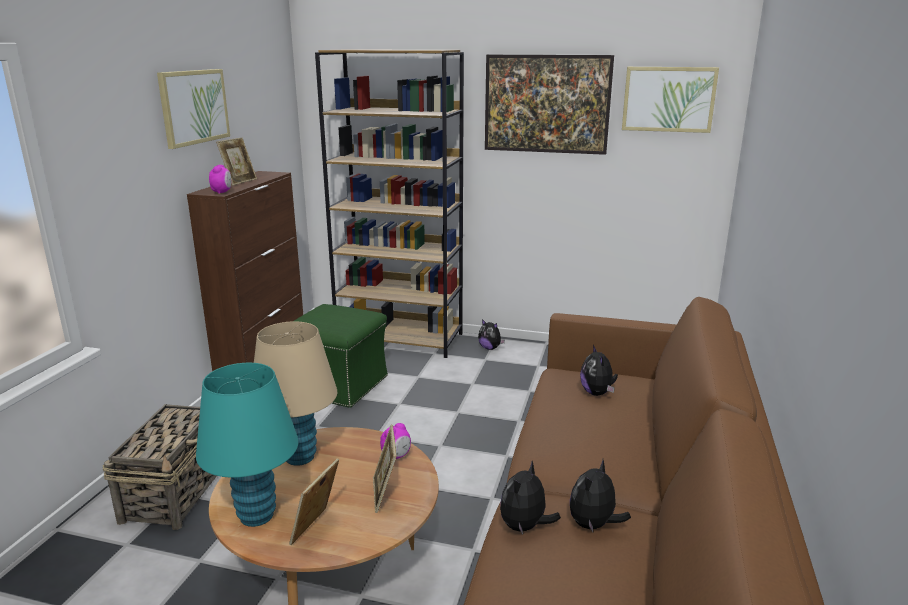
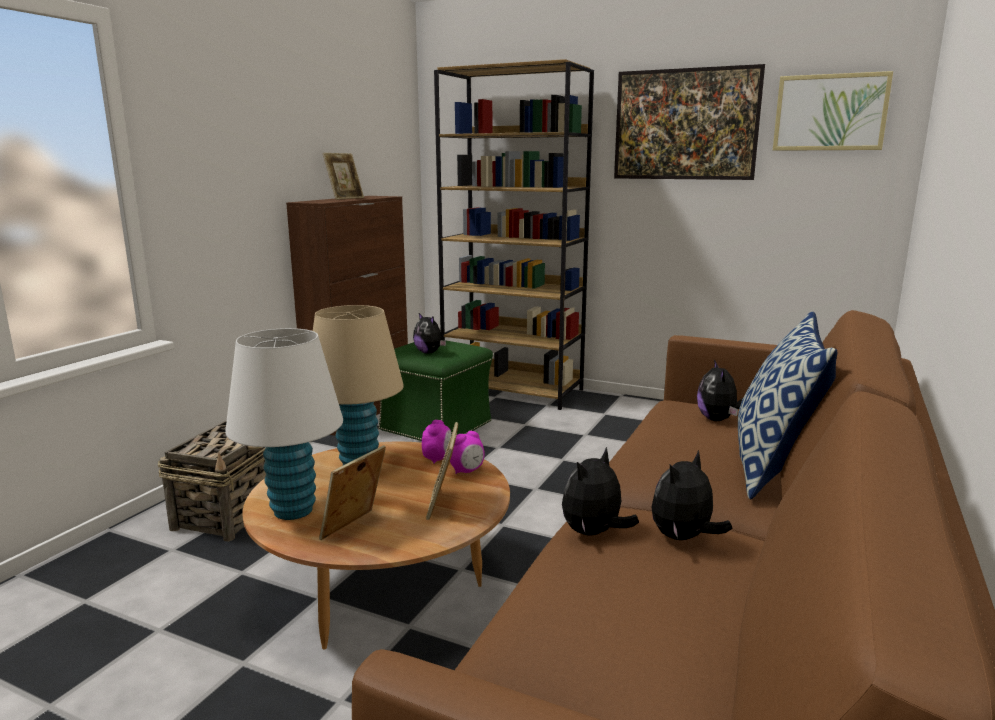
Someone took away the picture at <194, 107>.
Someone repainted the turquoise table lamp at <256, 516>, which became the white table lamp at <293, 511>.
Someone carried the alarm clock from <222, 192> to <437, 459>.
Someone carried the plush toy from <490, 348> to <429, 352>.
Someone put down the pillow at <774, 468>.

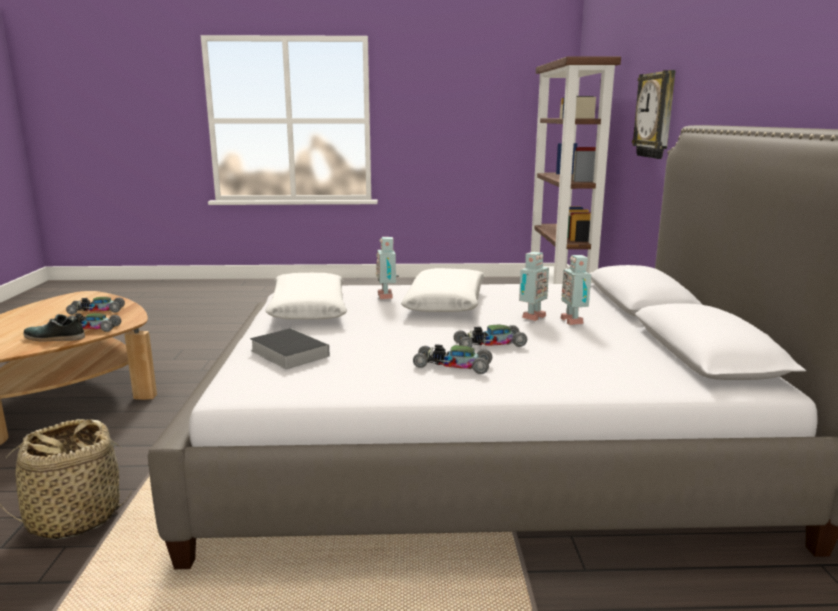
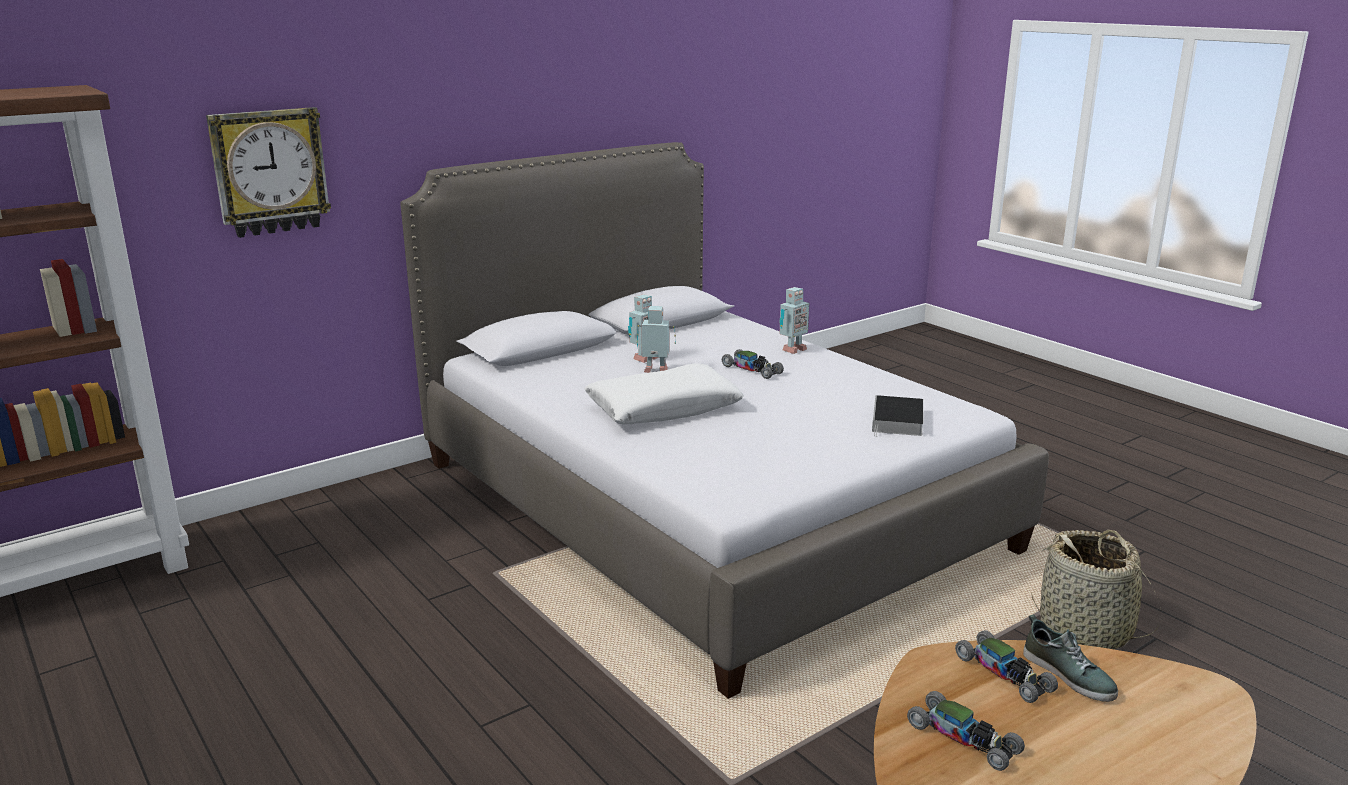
Someone took away the white pillow at <308, 309>.
Someone carried the toy robot from <387, 296> to <792, 350>.
Someone took away the toy car at <452, 366>.

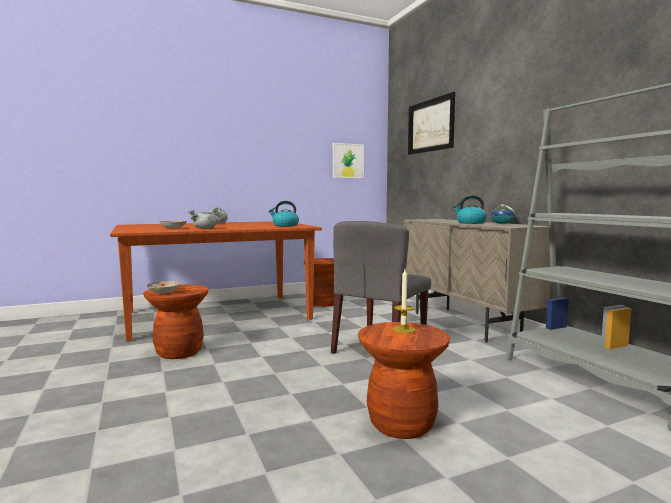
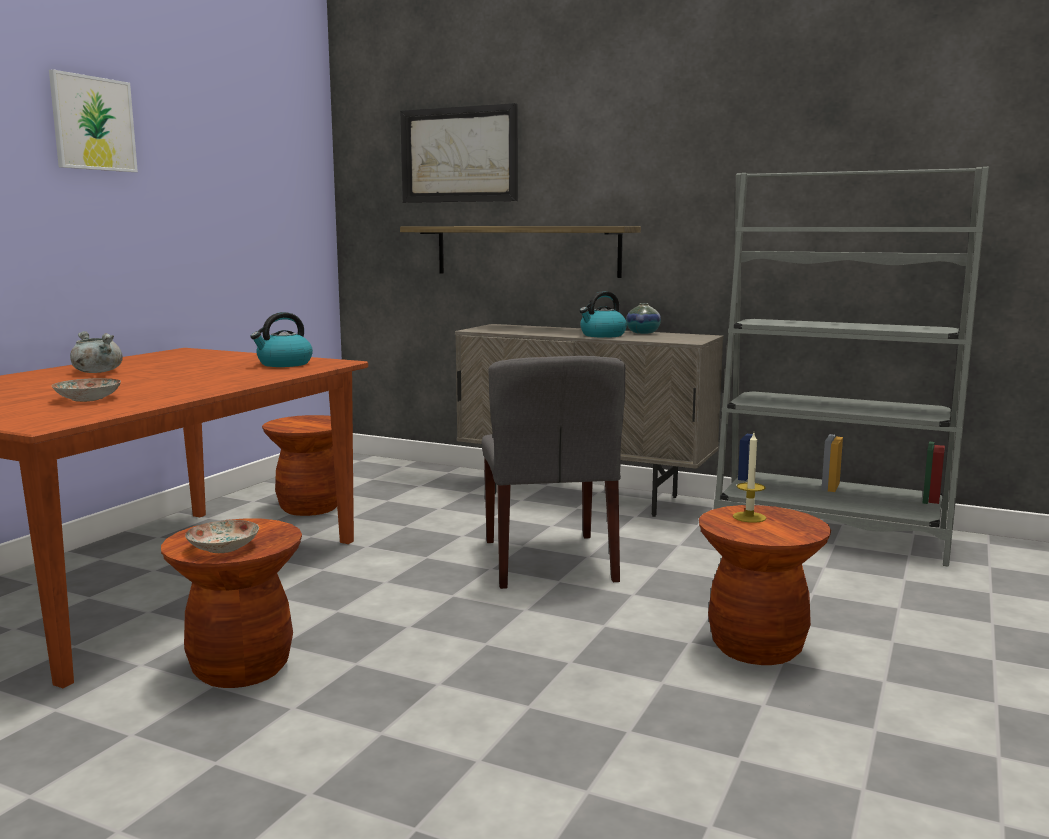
Someone took away the grey cooking pot at <204, 228>.
Someone carried the picture from <348, 161> to <93, 123>.
Someone put up the shelf at <526, 251>.

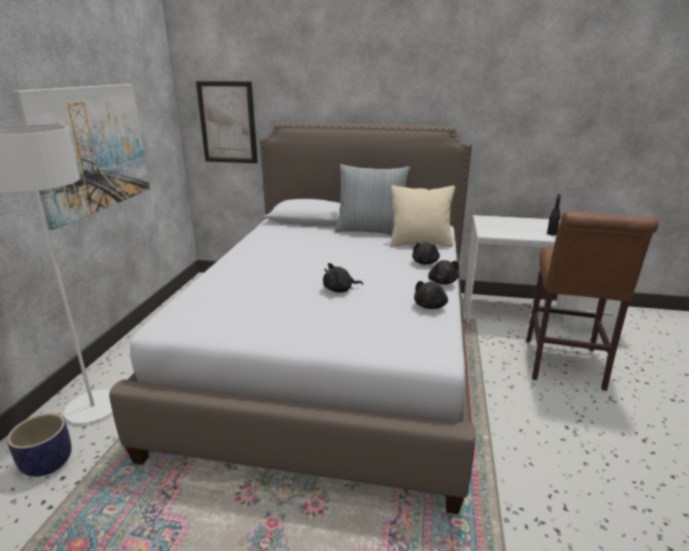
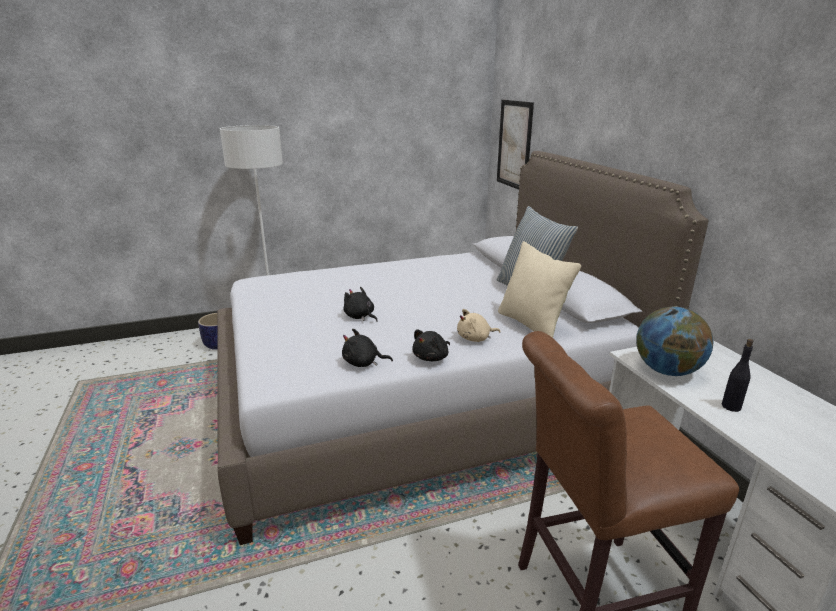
Someone took away the picture at <92, 149>.
Someone repainted the black plush toy at <425, 262>, which became the beige plush toy at <475, 338>.
Someone put down the globe at <667, 371>.

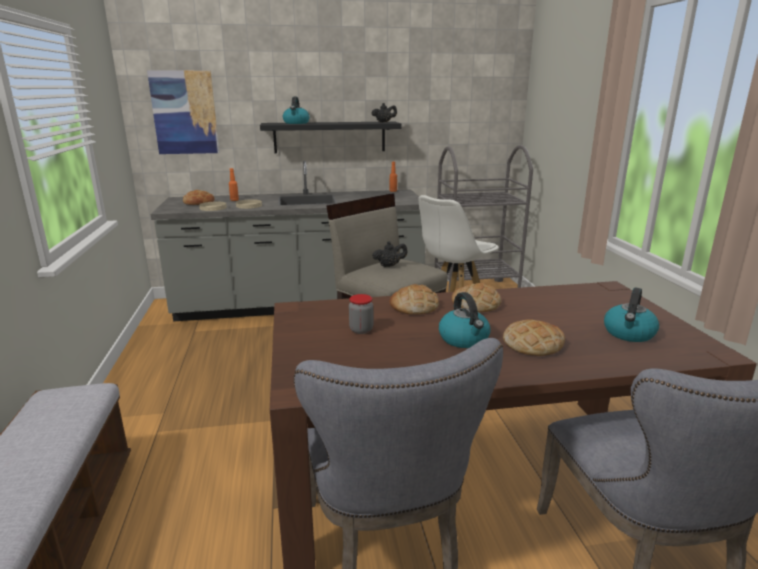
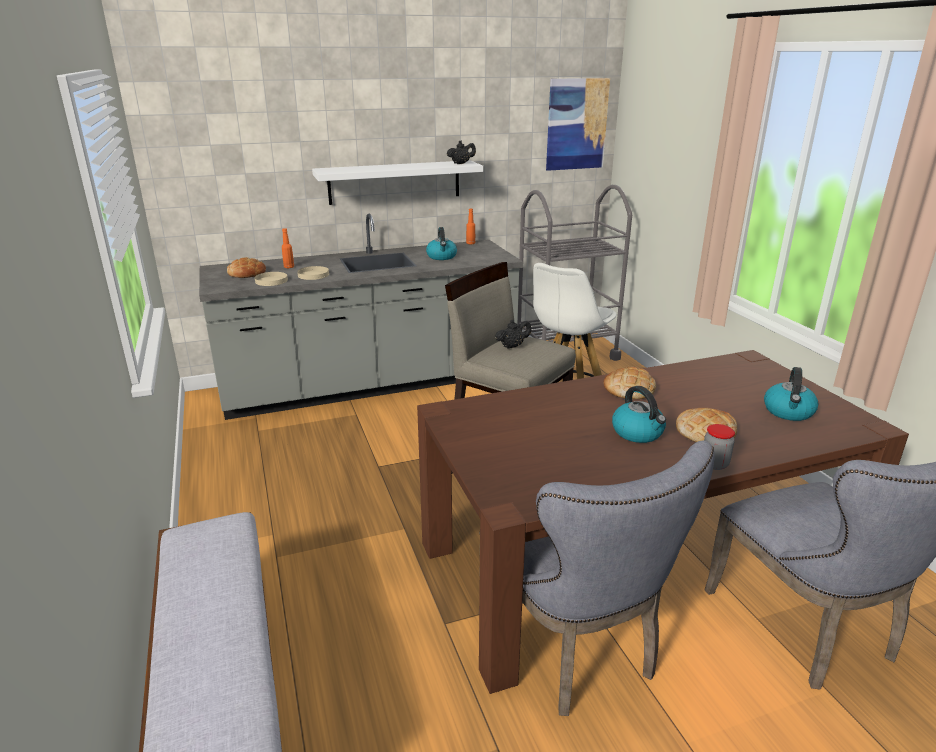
Someone carried the picture from <184, 113> to <576, 124>.
Someone repainted the black shelf at <330, 137>, which became the white shelf at <394, 182>.
Someone carried the kettle from <296, 123> to <442, 257>.
Someone carried the jar from <361, 330> to <714, 464>.
Someone took away the bread at <414, 306>.

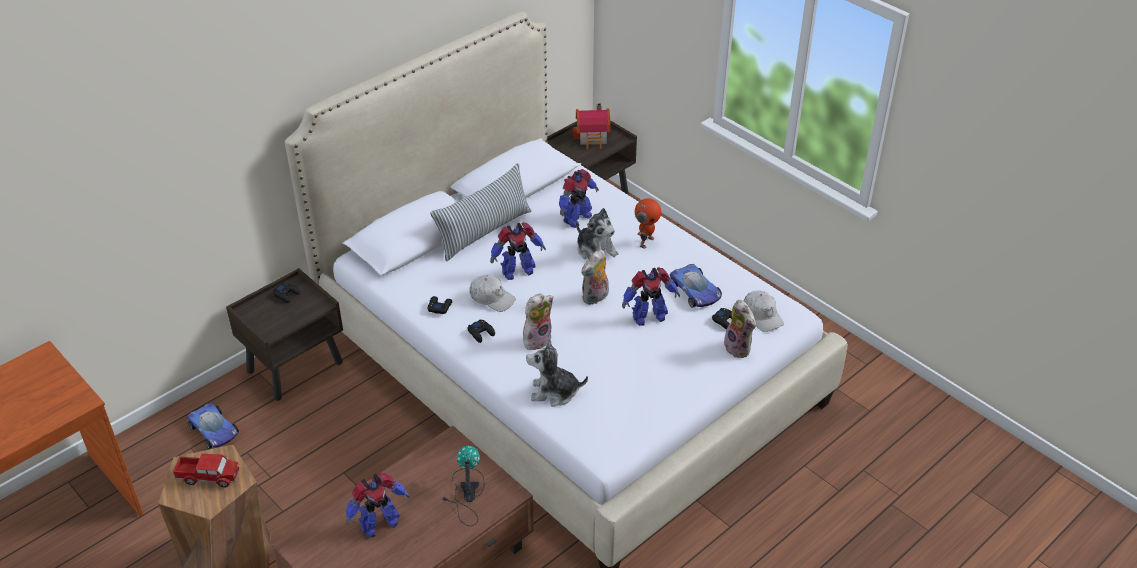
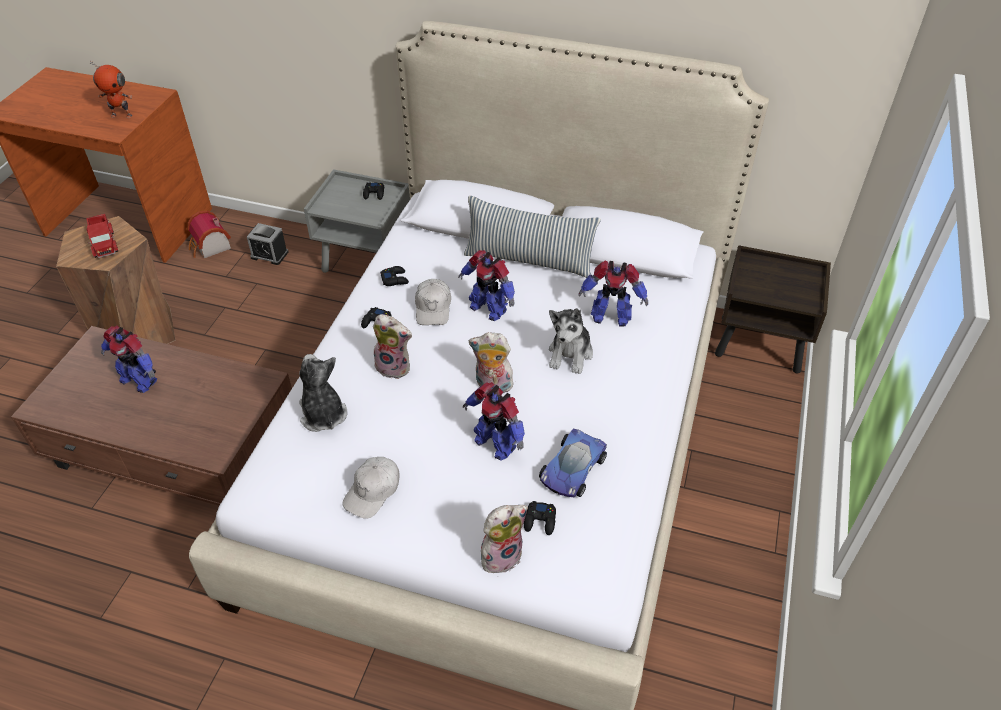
Someone swapped the toy car at <214, 430> for the alarm clock at <269, 255>.
Someone repainted the brown nightstand at <295, 366>, which became the grey nightstand at <368, 262>.
Someone took away the table lamp at <466, 494>.
Someone carried the toy house from <593, 138> to <210, 247>.
Someone carried the toy robot from <646, 241> to <122, 115>.
Someone rotated the plush toy at <739, 348> by 150 degrees counterclockwise.
Someone carried the white cap from <762, 315> to <373, 491>.

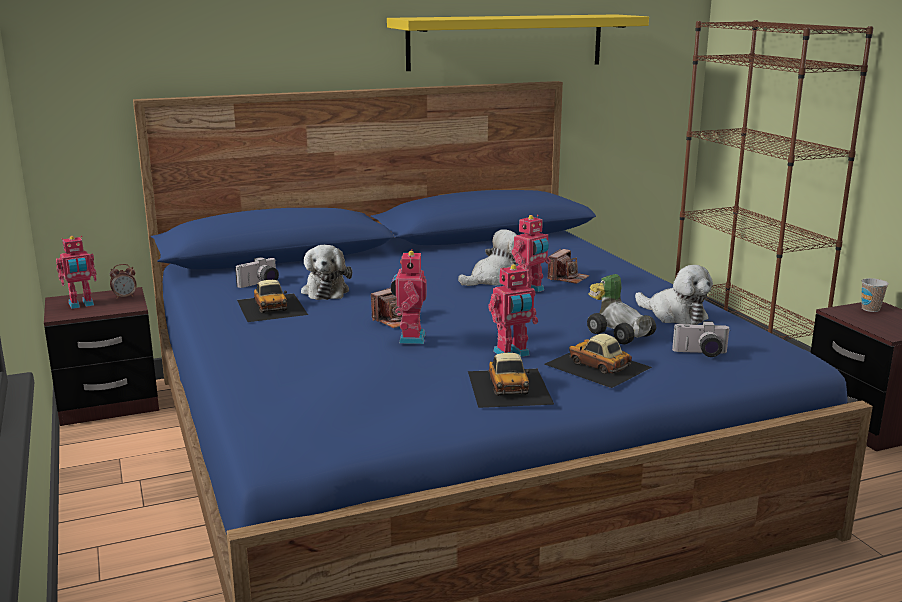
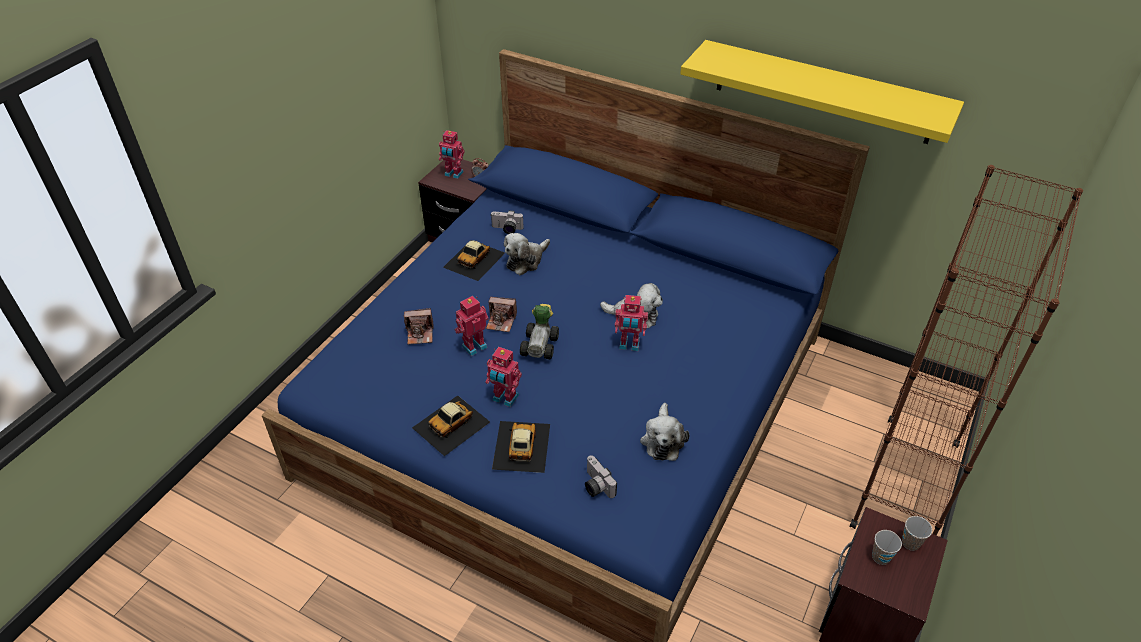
Someone carried the photo camera from <567, 278> to <420, 334>.
Someone carried the toy car from <618, 333> to <541, 344>.
Someone put down the cup at <880, 557>.

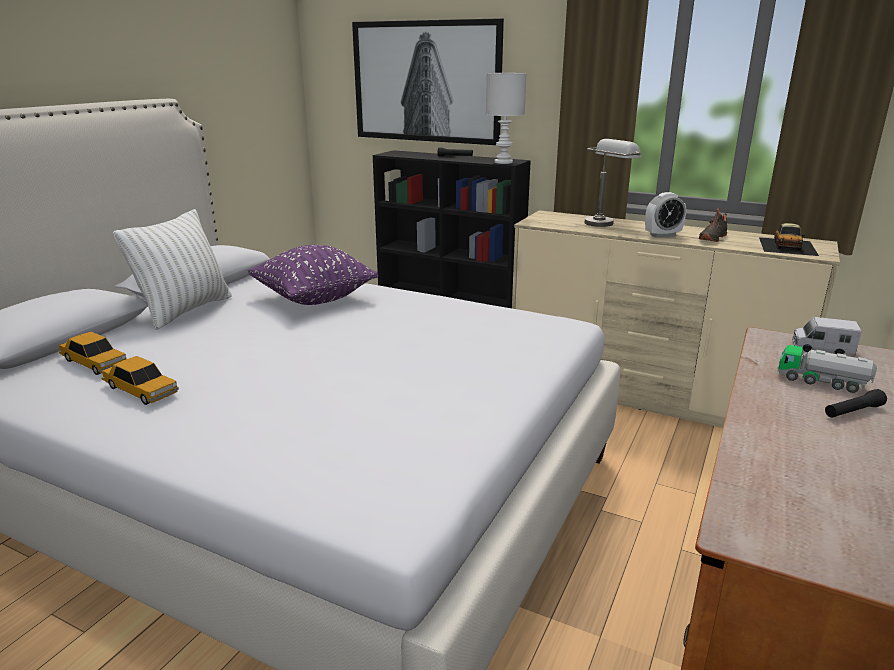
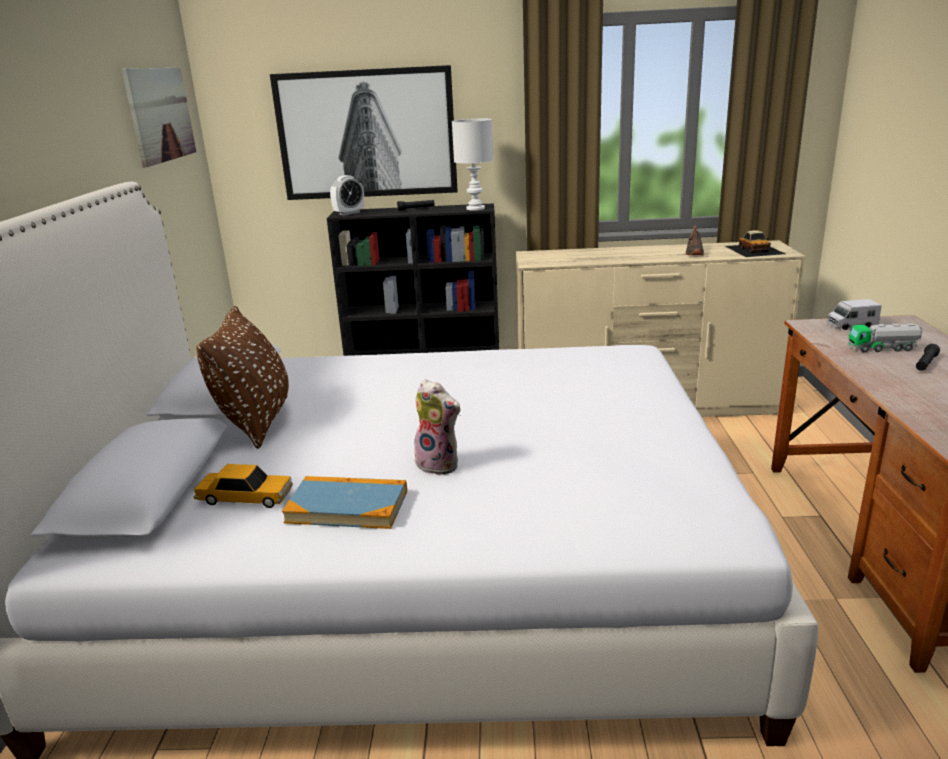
Someone swapped the toy car at <141, 390> for the book at <347, 506>.
Someone repainted the white pillow at <185, 310>, which became the brown pillow at <257, 422>.
Someone took away the purple pillow at <314, 298>.
Someone took away the grey table lamp at <605, 221>.
Someone carried the alarm clock from <662, 235> to <349, 213>.
Someone put up the picture at <160, 114>.
Someone put down the plush toy at <440, 464>.

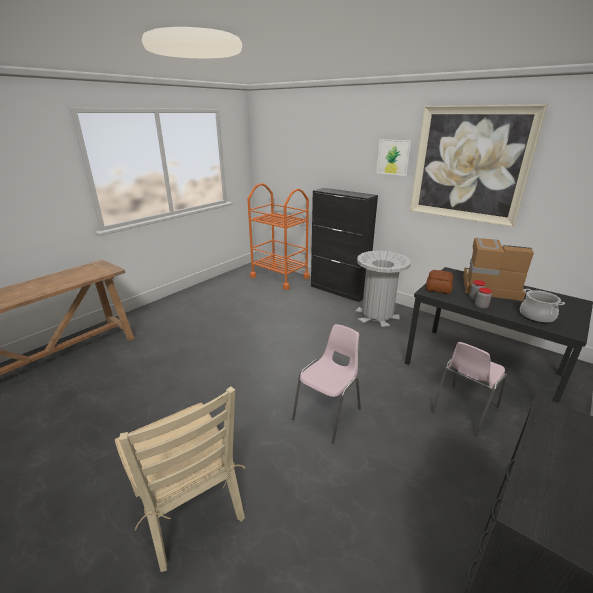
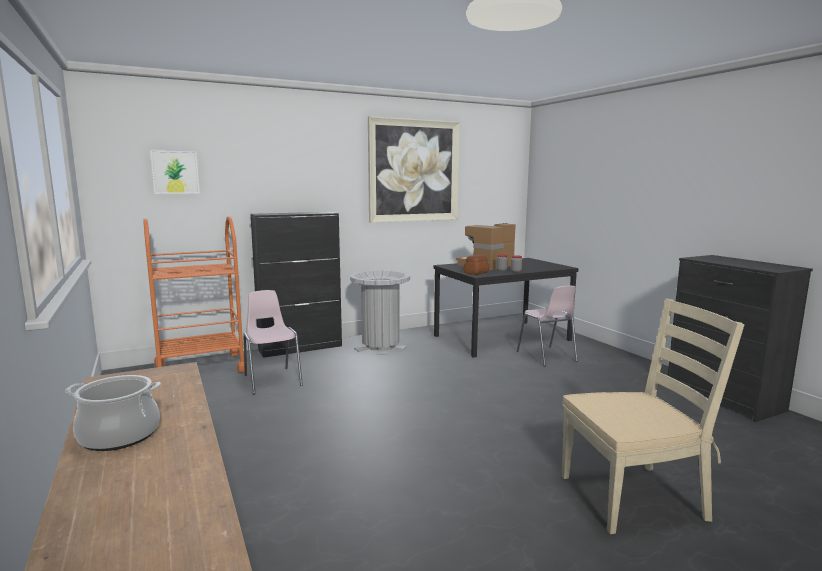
Someone carried the pink chair from <328, 414> to <272, 380>.
Someone carried the picture from <393, 157> to <175, 172>.
Someone carried the cooking pot from <536, 316> to <120, 435>.

